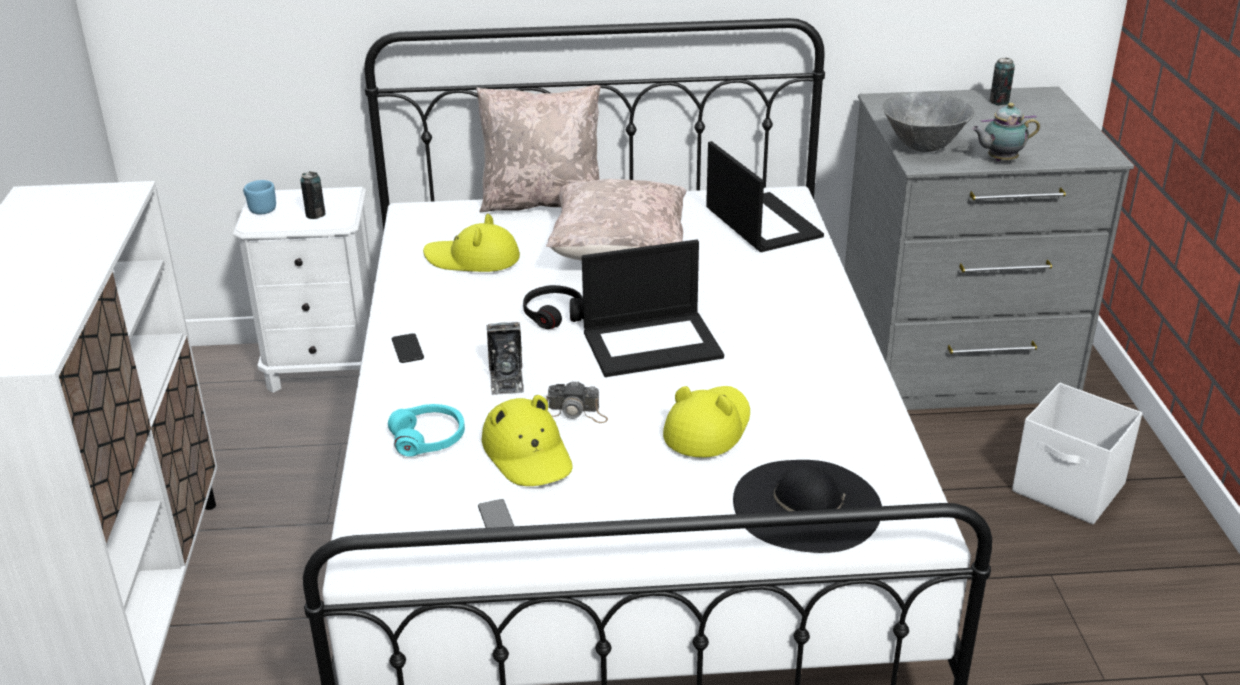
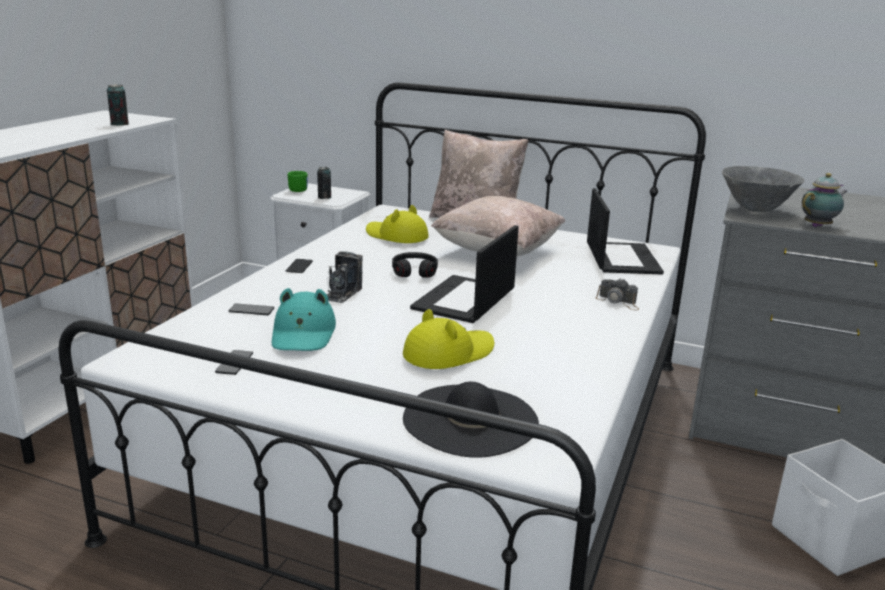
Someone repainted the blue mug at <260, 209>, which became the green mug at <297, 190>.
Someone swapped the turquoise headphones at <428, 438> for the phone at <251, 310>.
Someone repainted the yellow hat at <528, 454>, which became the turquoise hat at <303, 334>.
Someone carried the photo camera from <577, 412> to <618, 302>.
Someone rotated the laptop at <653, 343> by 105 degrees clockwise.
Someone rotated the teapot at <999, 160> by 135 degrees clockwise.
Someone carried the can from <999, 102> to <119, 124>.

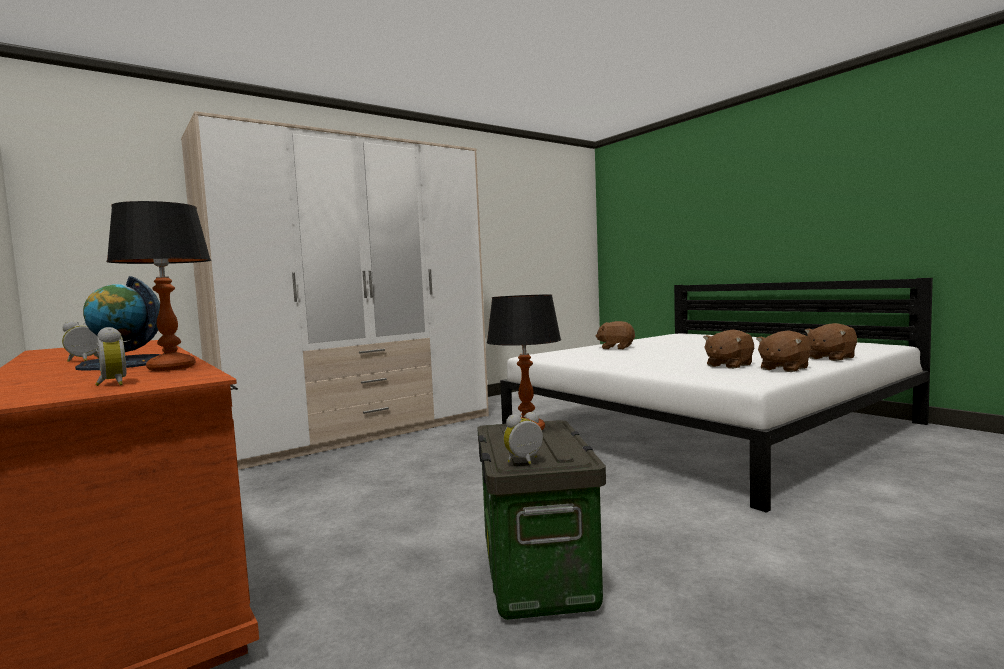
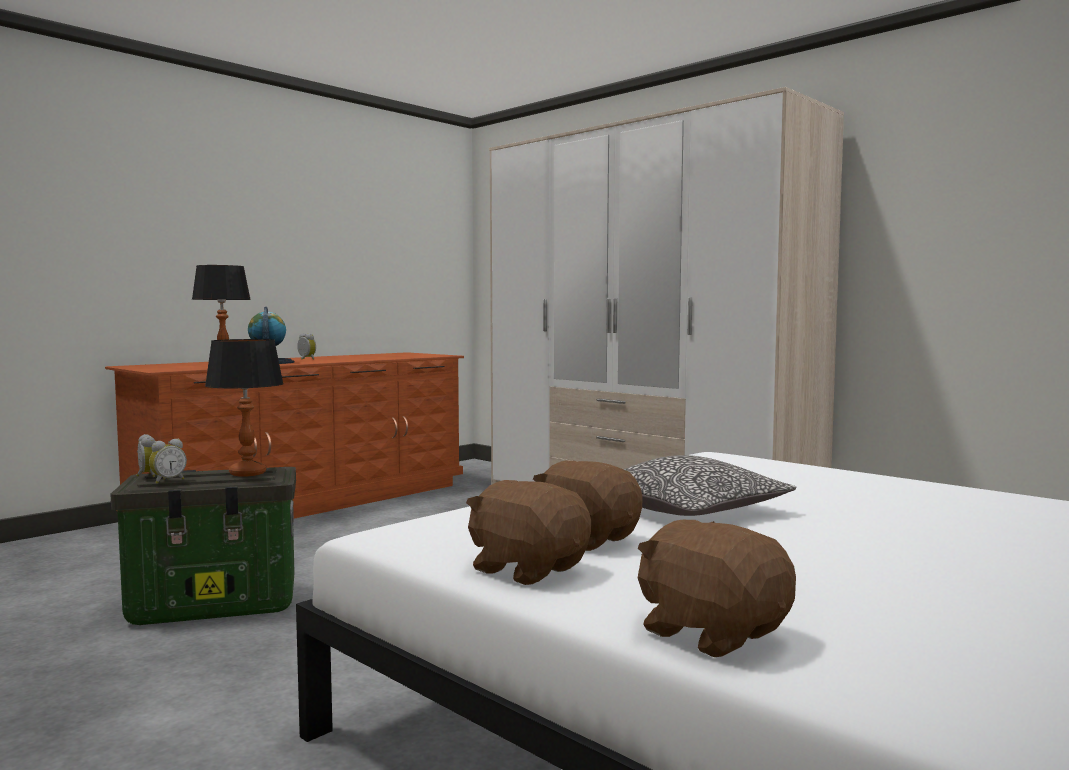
Someone carried the alarm clock from <111, 384> to <167, 481>.
Someone took away the brown plush toy at <616, 348>.
Someone put down the pillow at <689, 510>.

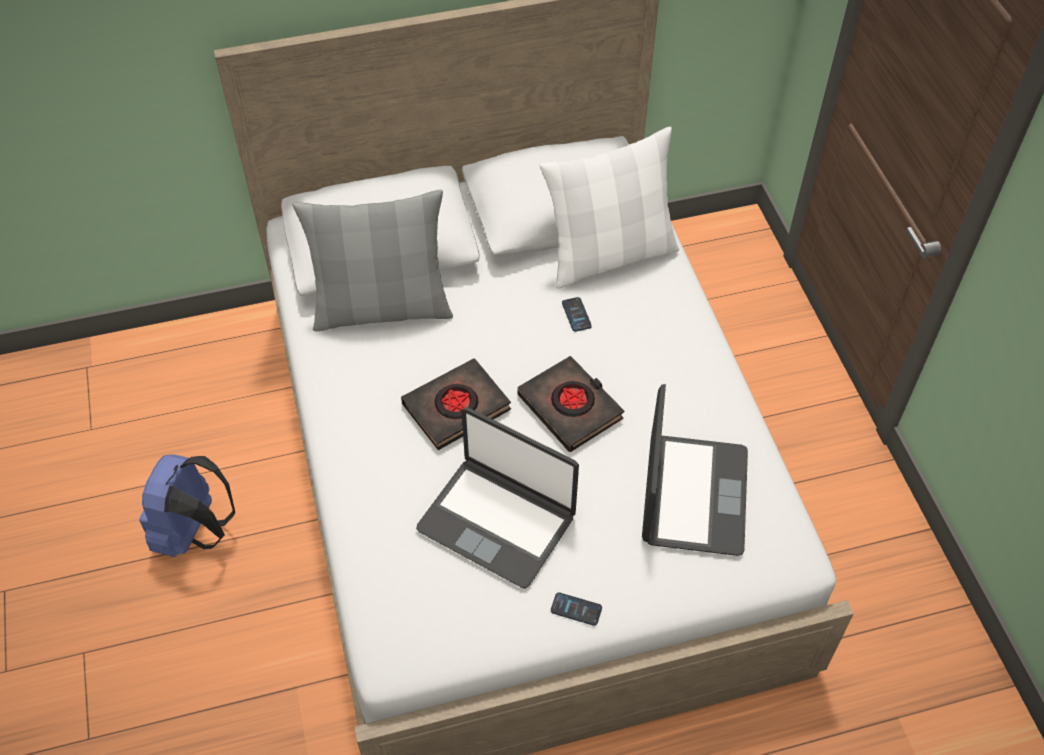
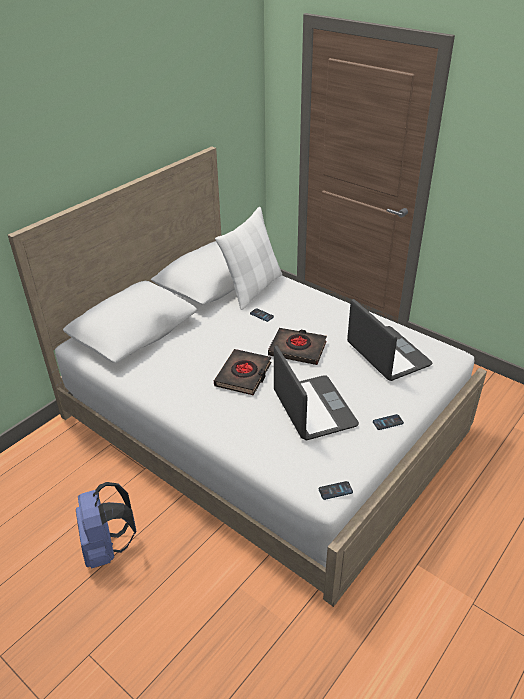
Someone took away the grey pillow at <382, 308>.
Someone rotated the laptop at <497, 521> by 105 degrees counterclockwise.
Someone put down the phone at <335, 490>.

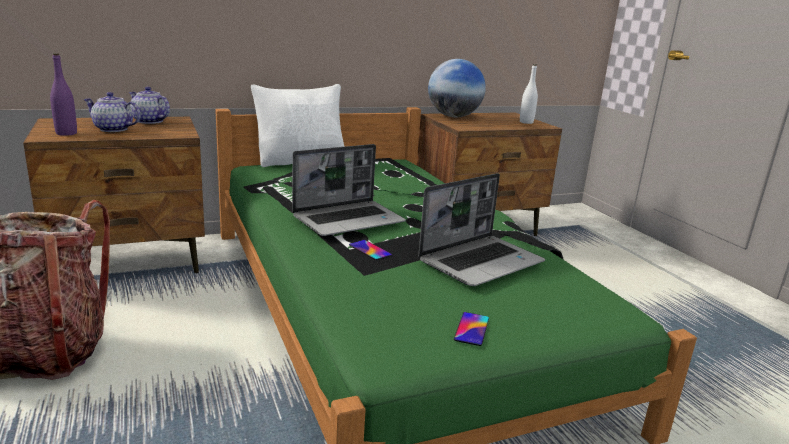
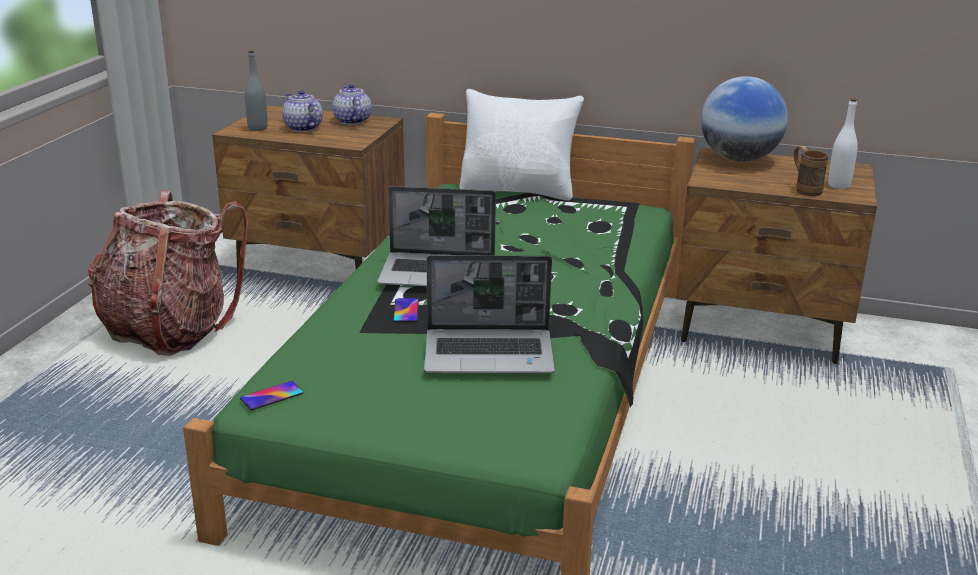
Someone repainted the purple bottle at <66, 133>, which became the grey bottle at <257, 128>.
Someone carried the phone from <471, 329> to <272, 396>.
Someone put down the brown mug at <804, 189>.

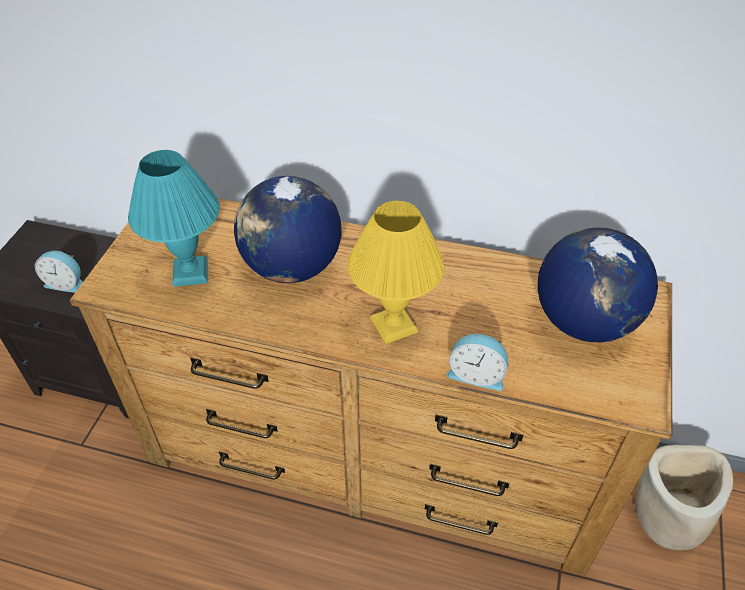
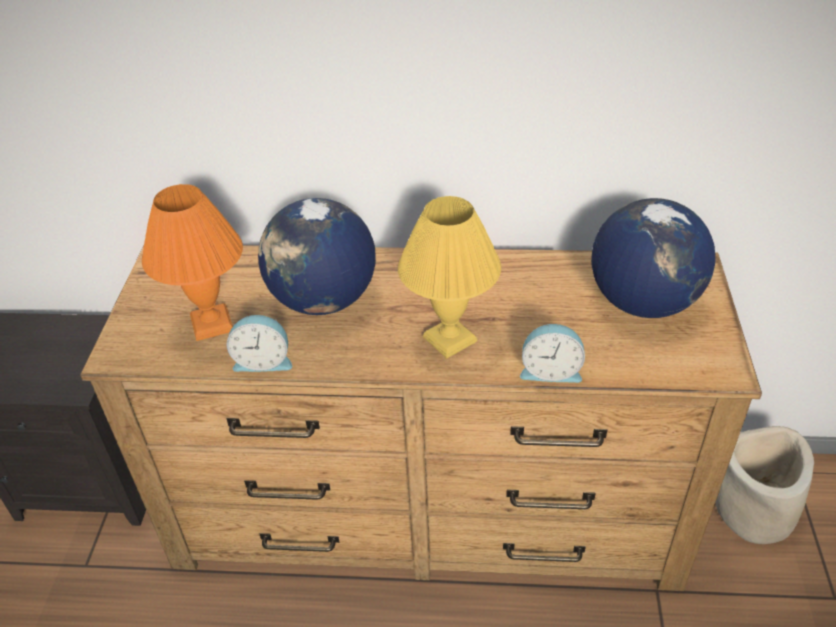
Someone carried the alarm clock from <66, 283> to <263, 361>.
Someone repainted the turquoise table lamp at <191, 273>, which became the orange table lamp at <213, 324>.

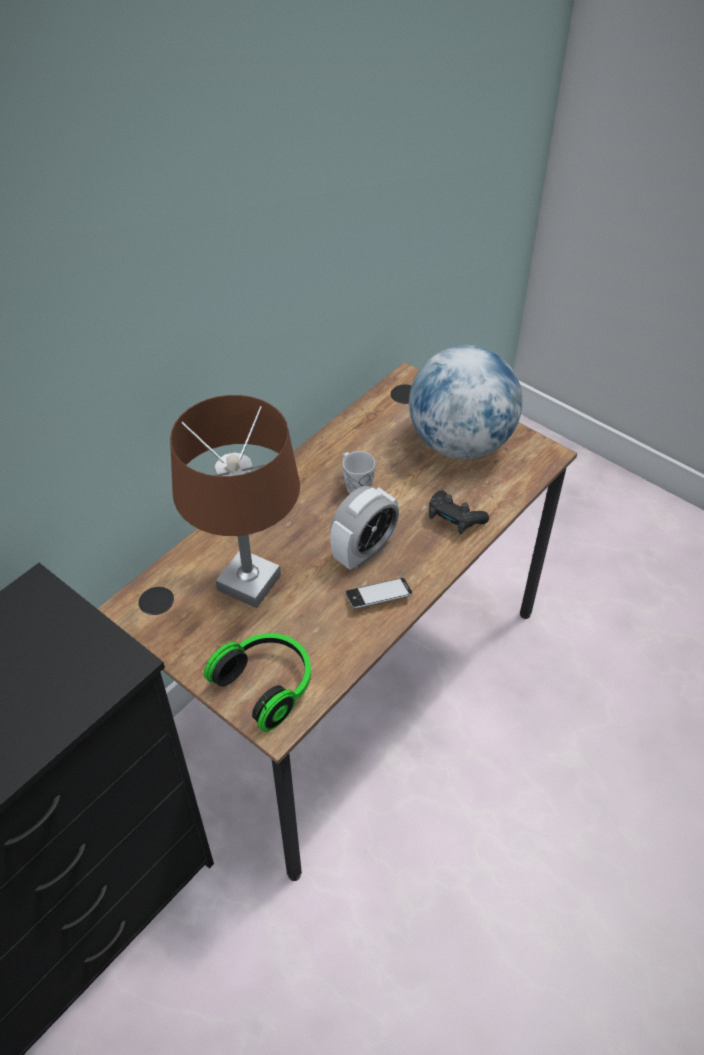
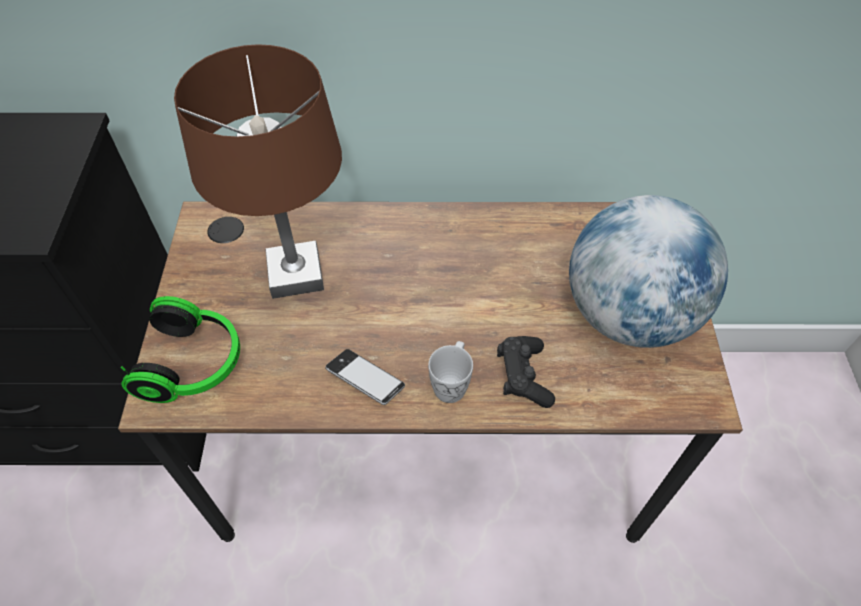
Someone took away the alarm clock at <364, 551>.
Someone carried the white mug from <355, 485> to <451, 383>.

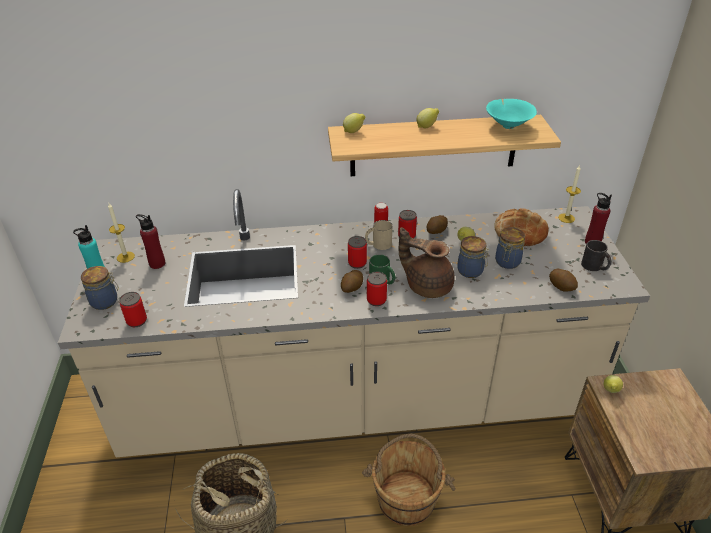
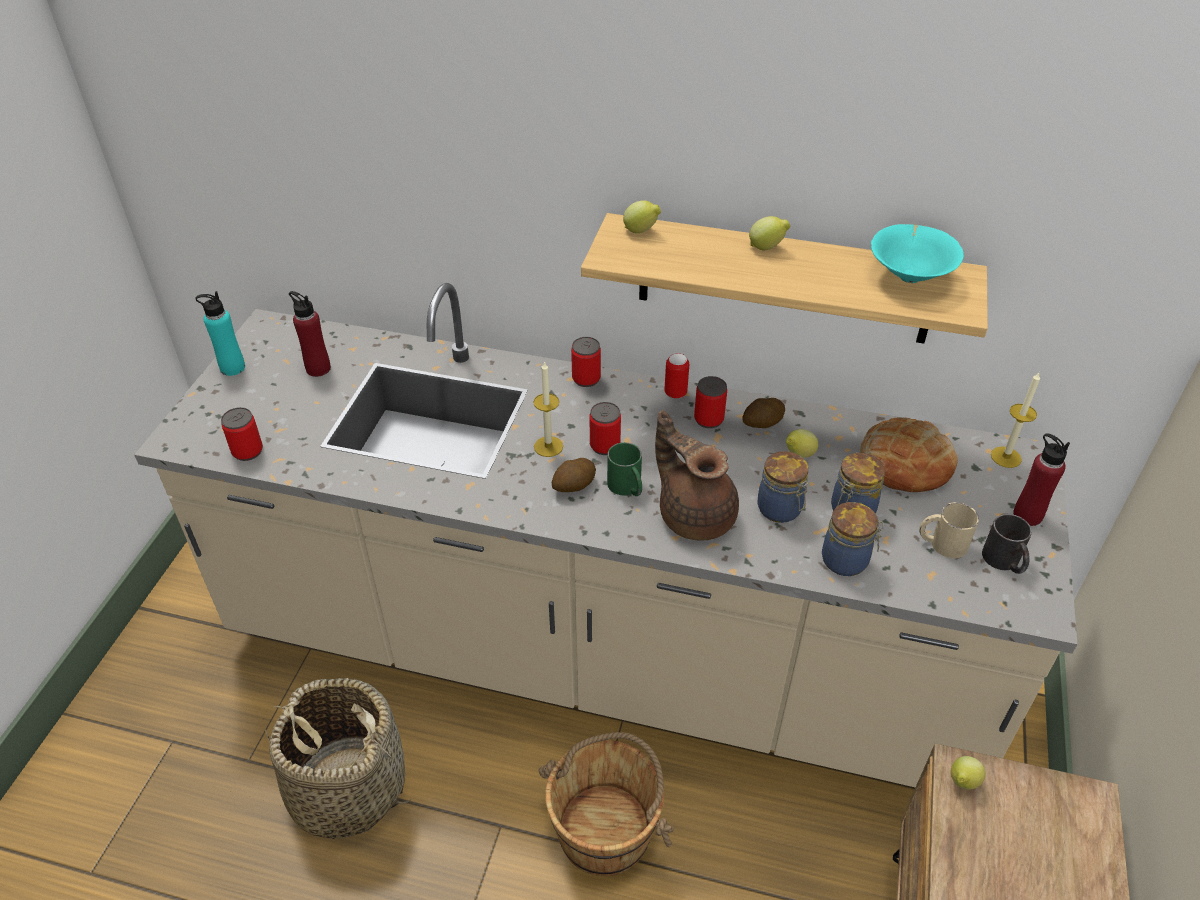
Someone carried the jar from <105, 301> to <847, 561>.
Someone carried the candle from <125, 257> to <548, 446>.
Someone carried the beige mug from <378, 244> to <941, 543>.
Someone carried the can from <376, 300> to <586, 378>.
Someone took away the potato at <562, 286>.

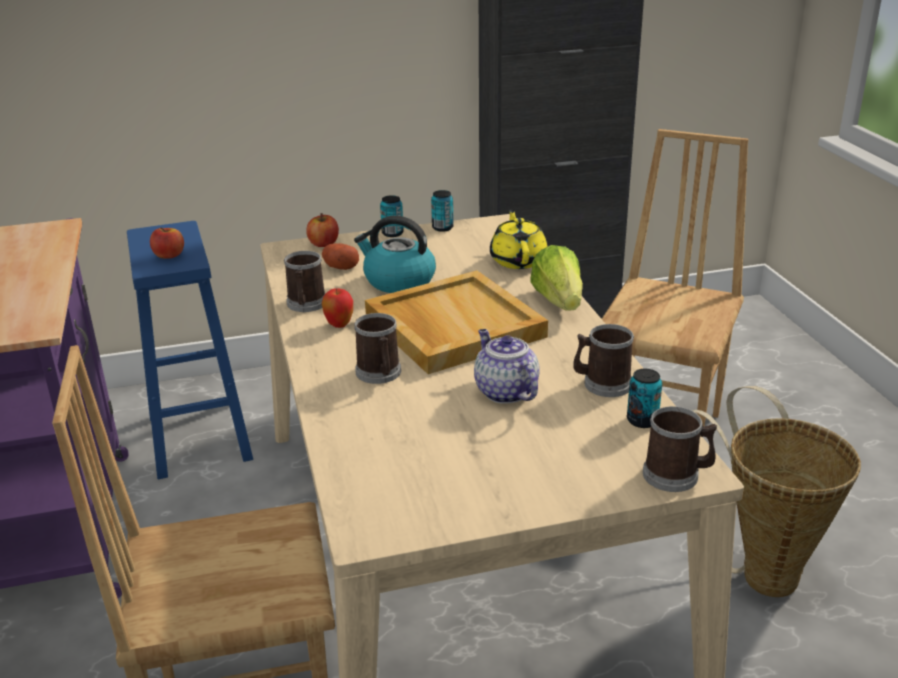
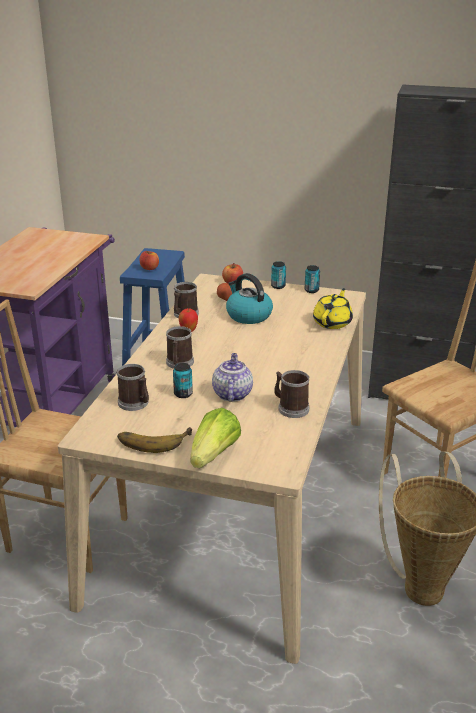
Someone took away the beige tray at <452, 326>.
Someone carried the lettuce from <559, 301> to <214, 455>.
Someone carried the can from <642, 420> to <183, 394>.
Someone carried the mug from <677, 475> to <135, 403>.
Someone put down the banana at <153, 439>.

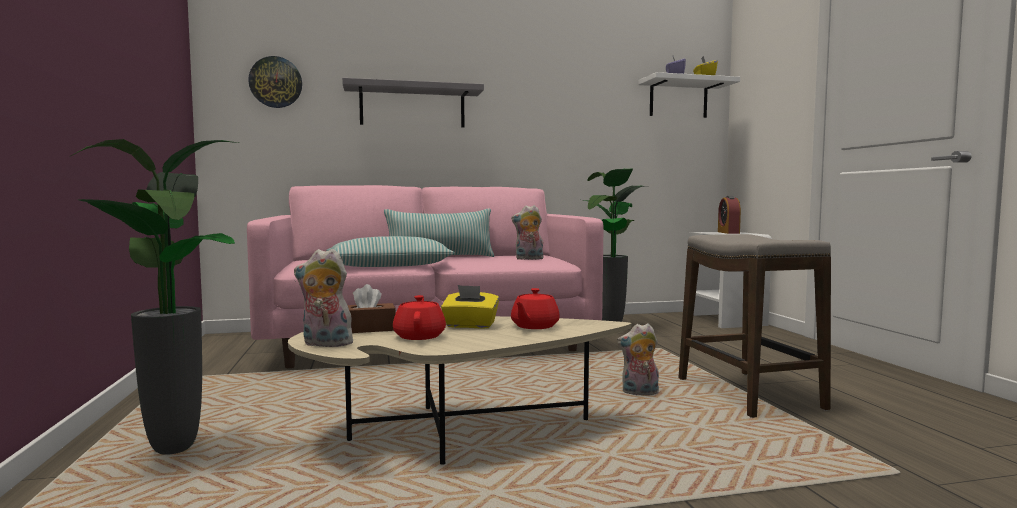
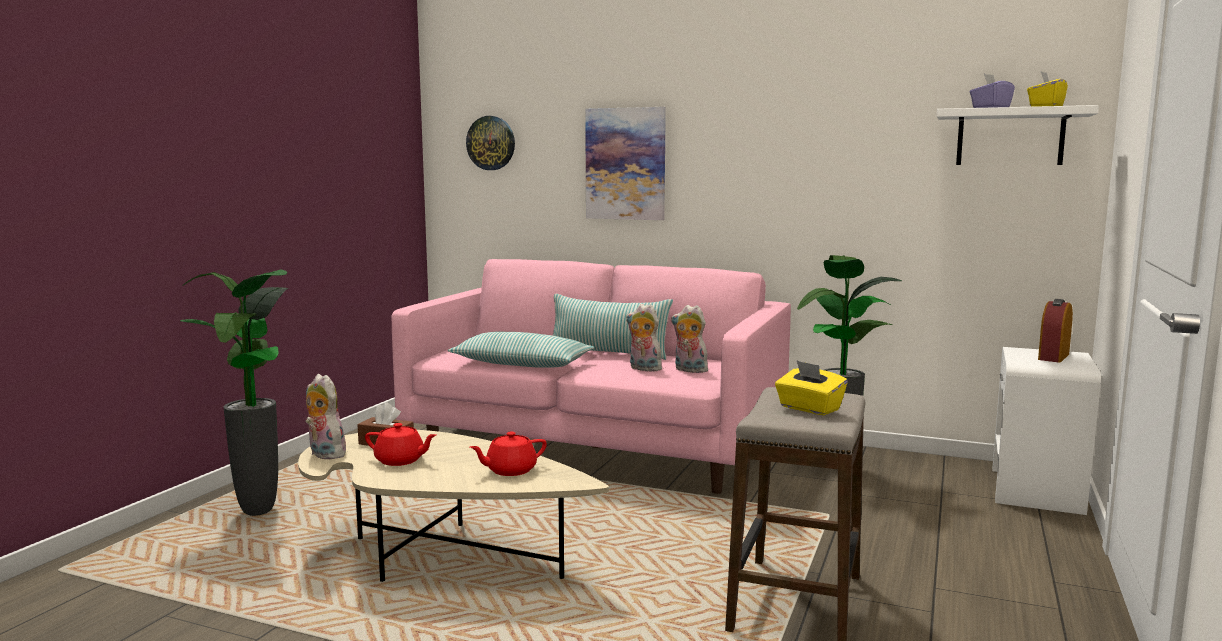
Someone swapped the grey shelf at <412, 106> for the picture at <625, 164>.
Someone rotated the red teapot at <420, 336> by 75 degrees clockwise.
Someone carried the yellow tissue box from <470, 325> to <809, 408>.
Someone carried the plush toy from <639, 394> to <643, 369>.

